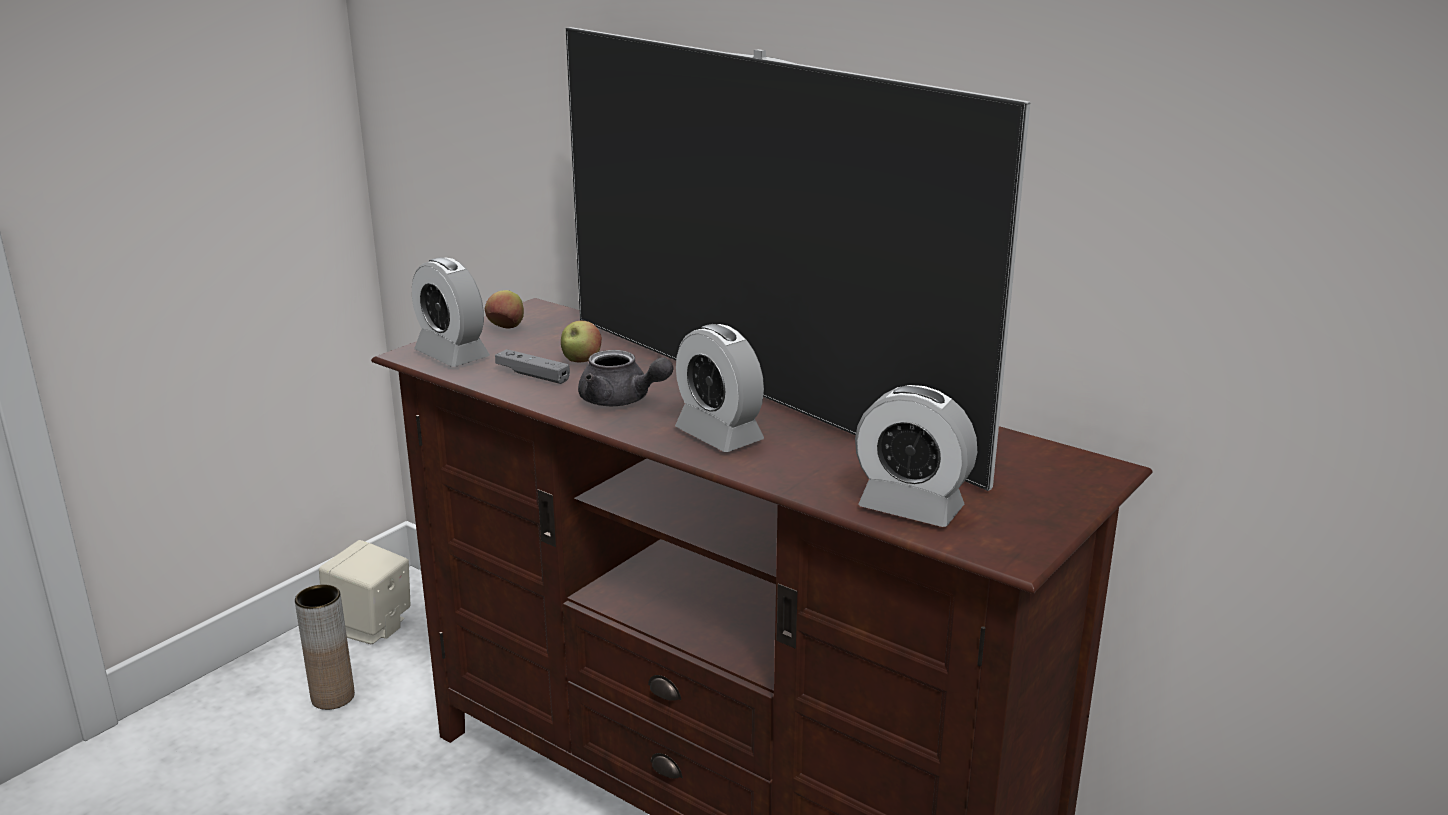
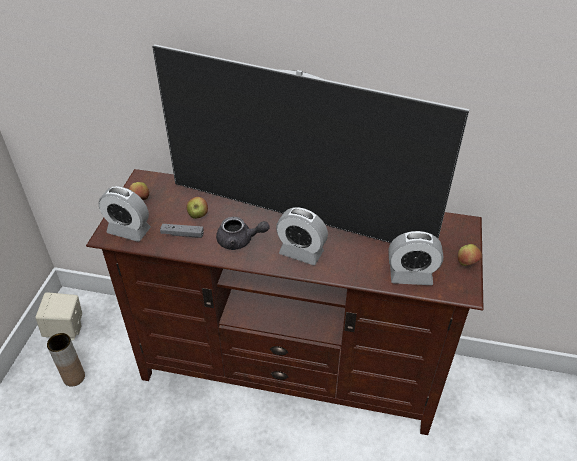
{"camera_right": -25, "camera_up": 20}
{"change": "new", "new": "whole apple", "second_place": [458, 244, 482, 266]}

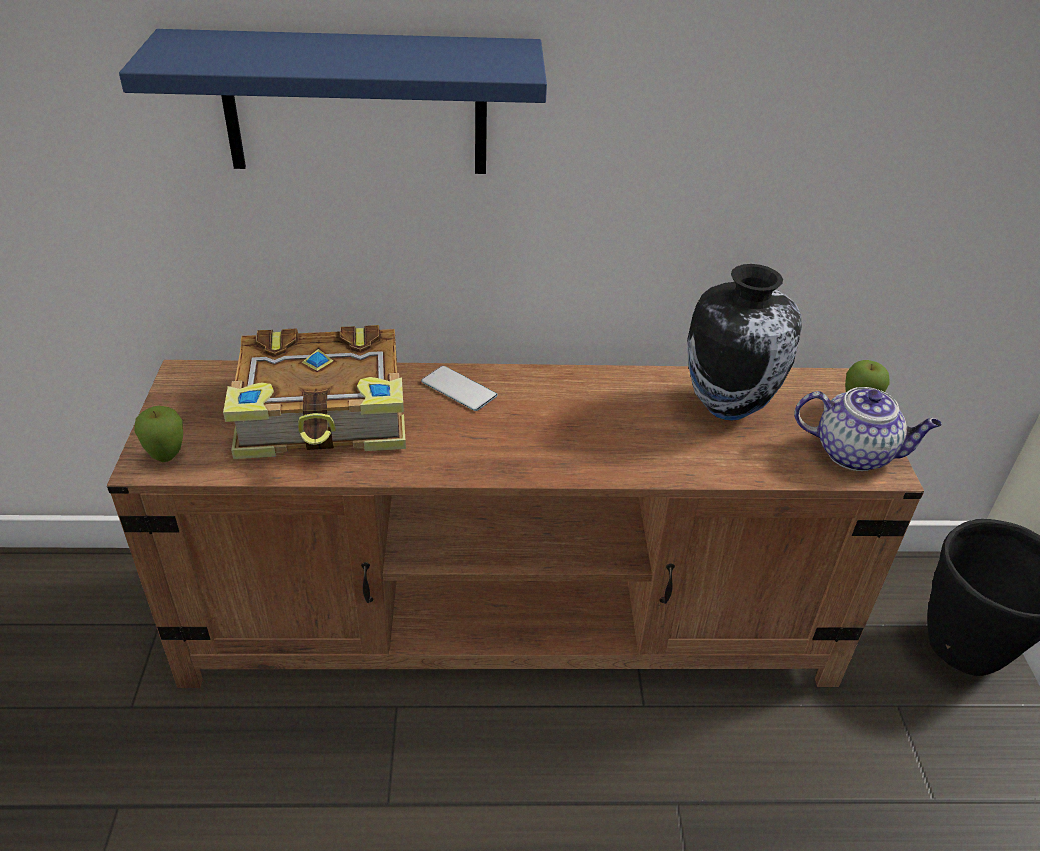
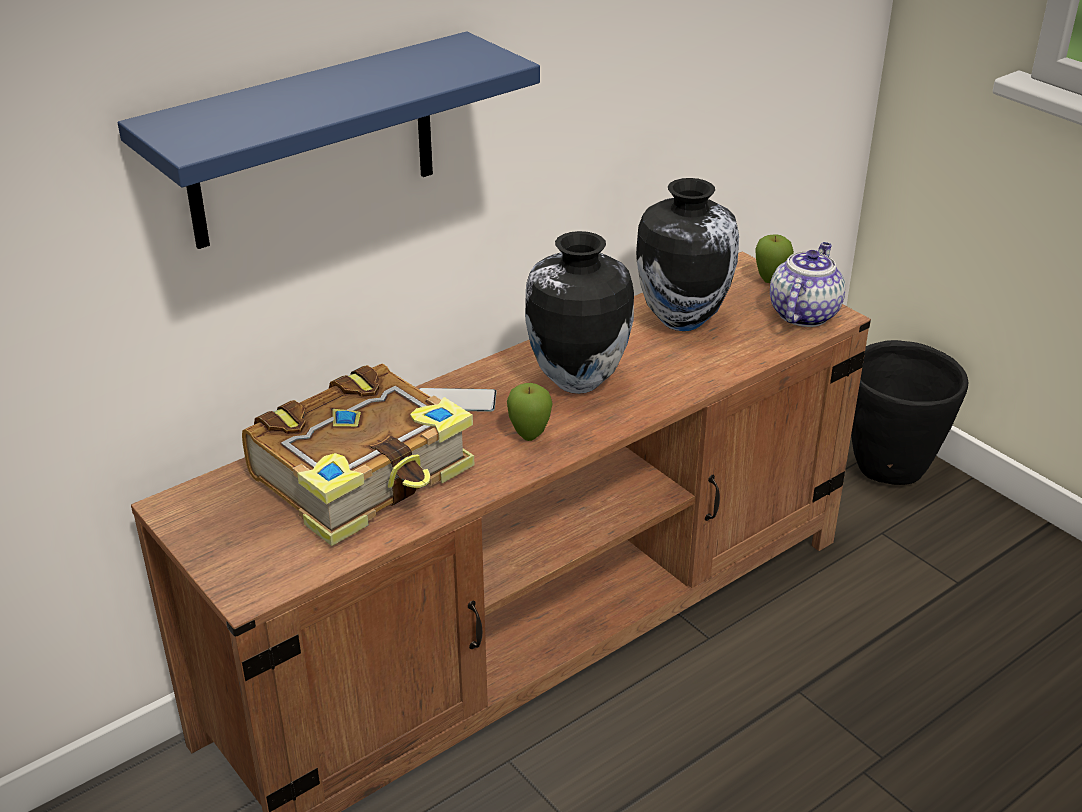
{"camera_right": -35, "camera_up": -5}
{"change": "rotated", "old": "teapot", "first_place": [794, 387, 942, 471], "second_place": [770, 242, 845, 327], "degrees": -45}
{"change": "shifted", "old": "whole apple", "first_place": [135, 406, 183, 462], "second_place": [507, 383, 553, 441]}
{"change": "new", "new": "flower vase", "second_place": [525, 231, 634, 394]}

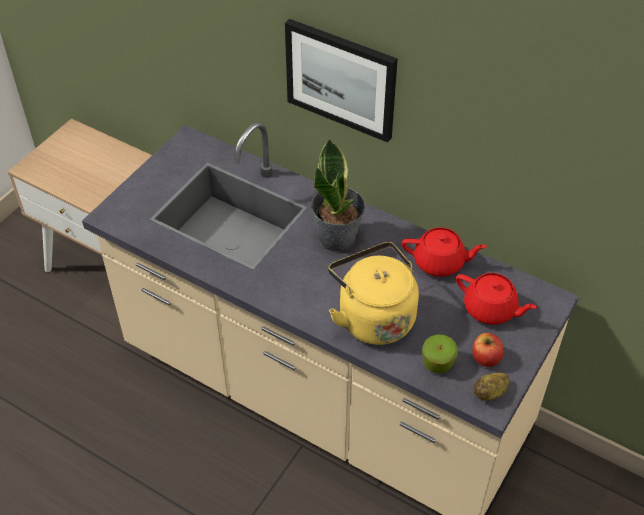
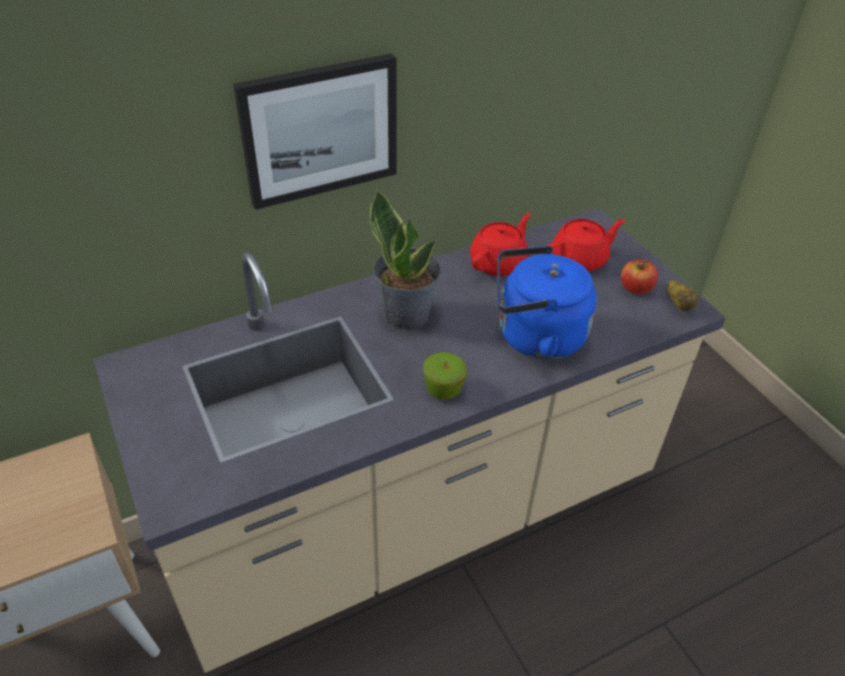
{"camera_right": -60, "camera_up": -5}
{"change": "repainted", "old": "yellowish water kettle", "new": "blue water kettle", "first_place": [328, 242, 419, 345], "second_place": [498, 246, 597, 360]}
{"change": "shifted", "old": "whole apple", "first_place": [422, 334, 458, 373], "second_place": [423, 352, 467, 400]}

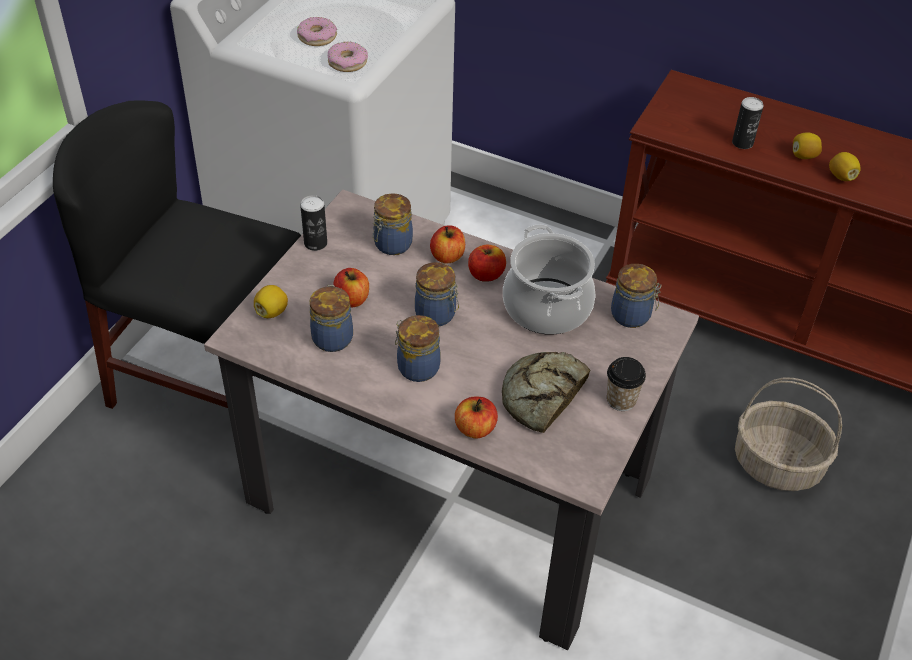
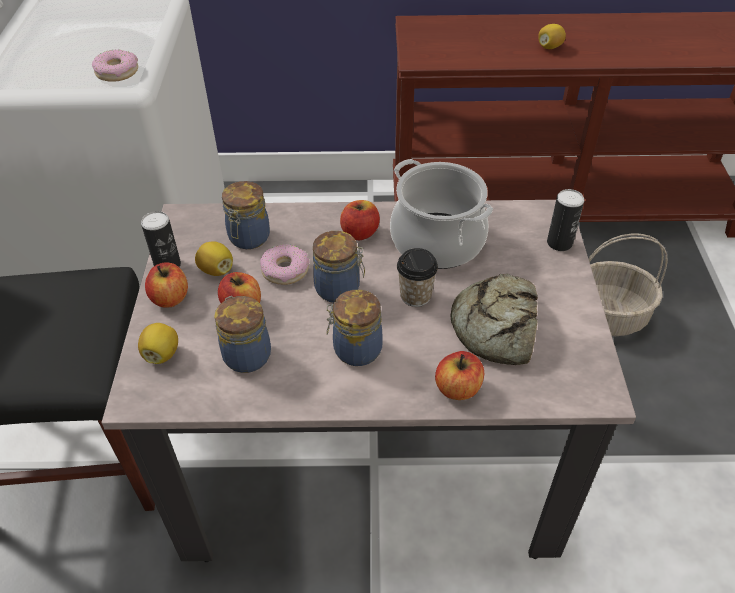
{"camera_right": -25, "camera_up": 0}
{"change": "shifted", "old": "ring doughnut", "first_place": [297, 17, 337, 46], "second_place": [260, 244, 310, 285]}
{"change": "shifted", "old": "sealed can", "first_place": [732, 97, 764, 149], "second_place": [547, 189, 584, 251]}
{"change": "shifted", "old": "lemon", "first_place": [829, 152, 860, 181], "second_place": [195, 241, 233, 276]}
{"change": "shifted", "old": "whole apple", "first_place": [430, 225, 465, 264], "second_place": [145, 262, 188, 308]}
{"change": "gone", "old": "preserve jar", "first_place": [611, 264, 661, 328]}
{"change": "shifted", "old": "drinking cup", "first_place": [607, 357, 646, 411], "second_place": [397, 248, 438, 307]}

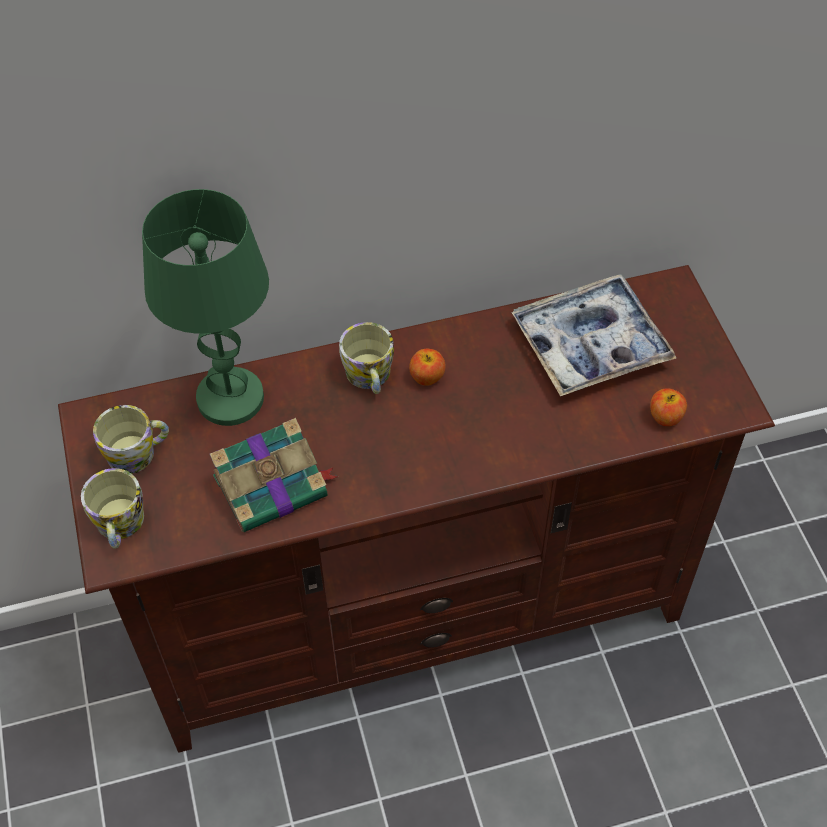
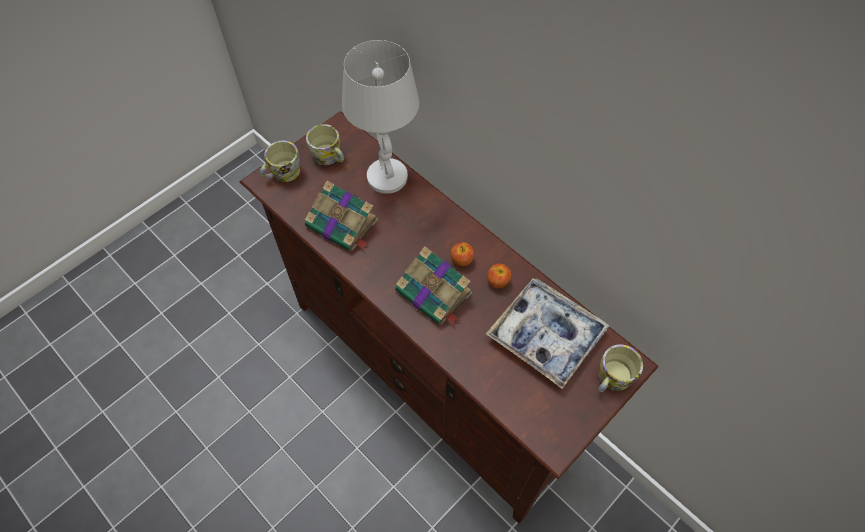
{"camera_right": 60, "camera_up": 5}
{"change": "repainted", "old": "green lamp for a table", "new": "white lamp for a table", "first_place": [142, 189, 269, 426], "second_place": [342, 40, 419, 194]}
{"change": "shifted", "old": "coffee mug", "first_place": [339, 322, 394, 394], "second_place": [598, 344, 643, 392]}
{"change": "shifted", "old": "whole apple", "first_place": [650, 388, 687, 426], "second_place": [487, 264, 511, 289]}
{"change": "new", "new": "book", "second_place": [395, 246, 472, 326]}

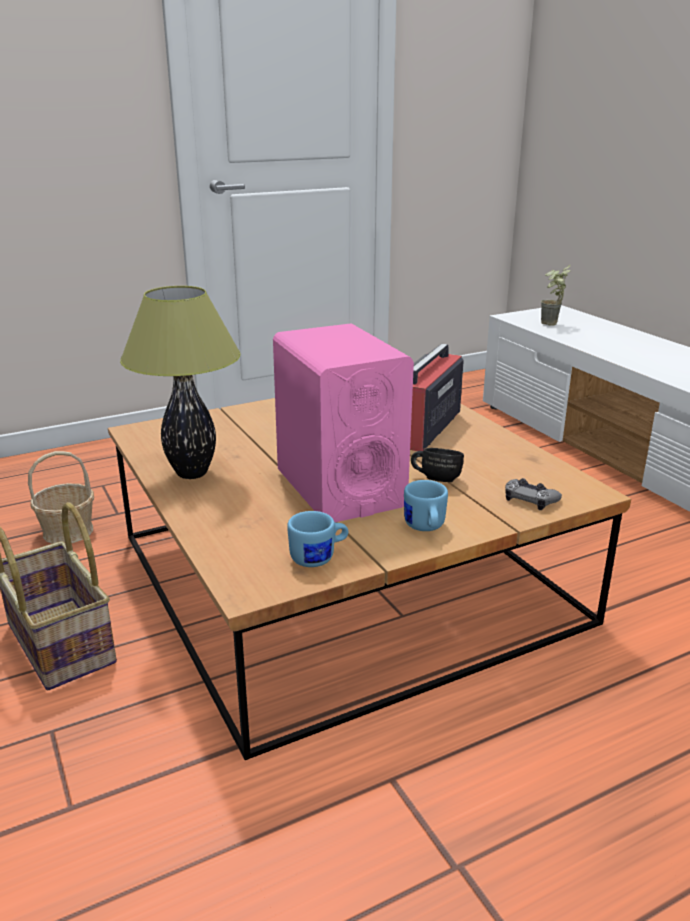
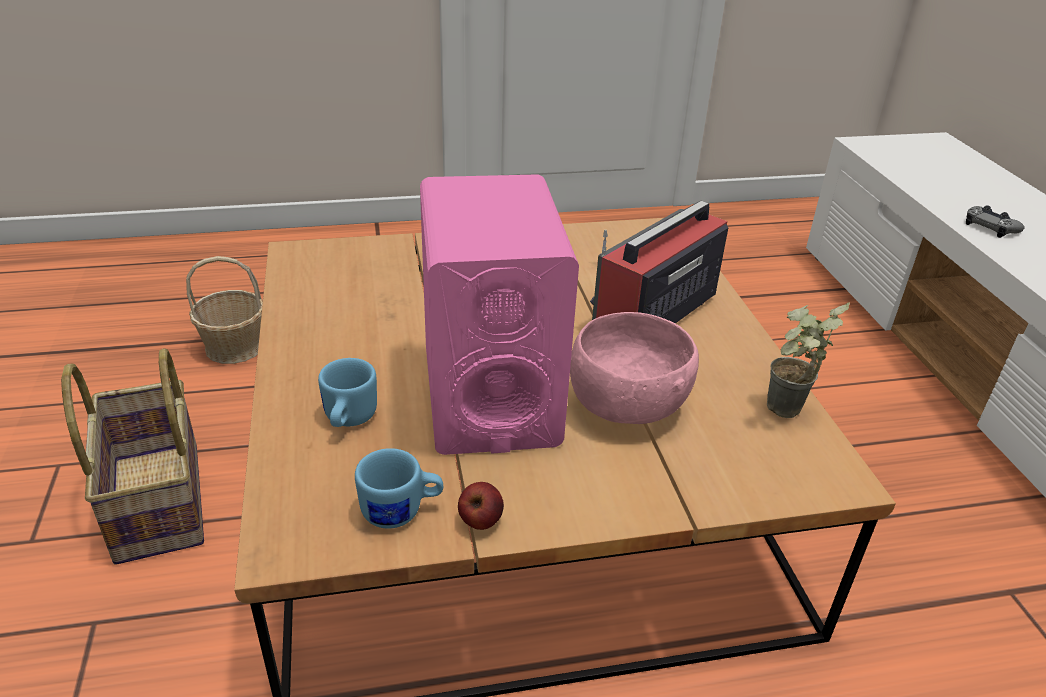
{"camera_right": 15, "camera_up": 10}
{"change": "shifted", "old": "houseplant", "first_place": [541, 265, 571, 326], "second_place": [767, 302, 850, 418]}
{"change": "gone", "old": "lamp for a table", "first_place": [120, 286, 241, 479]}
{"change": "swapped", "old": "black coffee mug", "new": "pink bowl", "first_place": [411, 448, 464, 482], "second_place": [570, 312, 699, 424]}
{"change": "shifted", "old": "grey game controller", "first_place": [505, 478, 562, 510], "second_place": [966, 205, 1025, 238]}
{"change": "shifted", "old": "blue coffee mug", "first_place": [404, 480, 448, 531], "second_place": [318, 358, 377, 427]}
{"change": "new", "new": "whole apple", "second_place": [458, 482, 504, 530]}

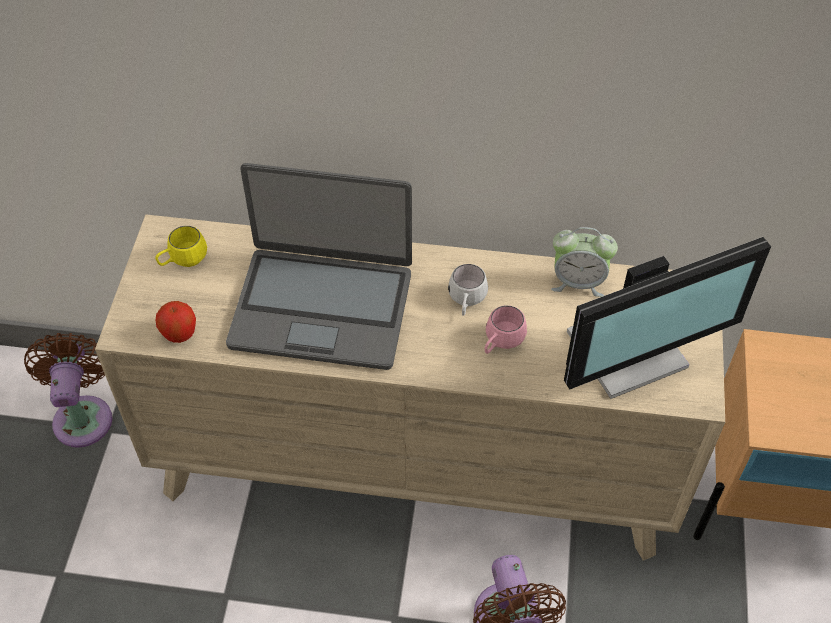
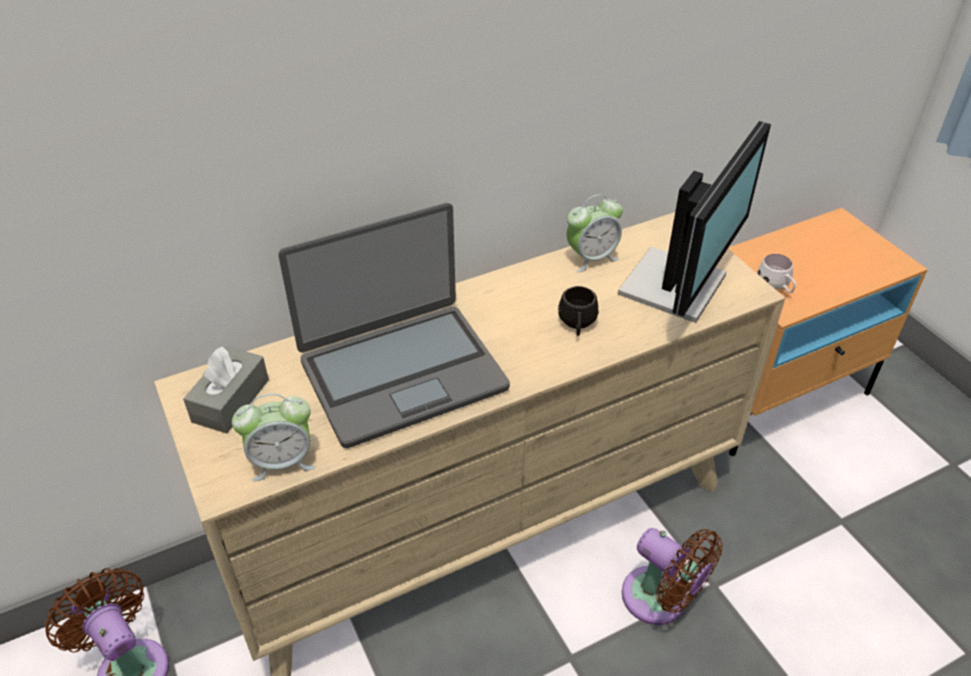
{"camera_right": -35, "camera_up": -10}
{"change": "swapped", "old": "yellowish coffee mug", "new": "grey box of tissues", "first_place": [155, 226, 207, 267], "second_place": [183, 346, 269, 434]}
{"change": "shifted", "old": "white coffee mug", "first_place": [448, 264, 488, 316], "second_place": [757, 254, 796, 293]}
{"change": "swapped", "old": "whole apple", "new": "alarm clock", "first_place": [156, 301, 196, 343], "second_place": [232, 393, 316, 481]}
{"change": "repainted", "old": "pink coffee mug", "new": "black coffee mug", "first_place": [485, 305, 527, 354], "second_place": [558, 286, 599, 336]}

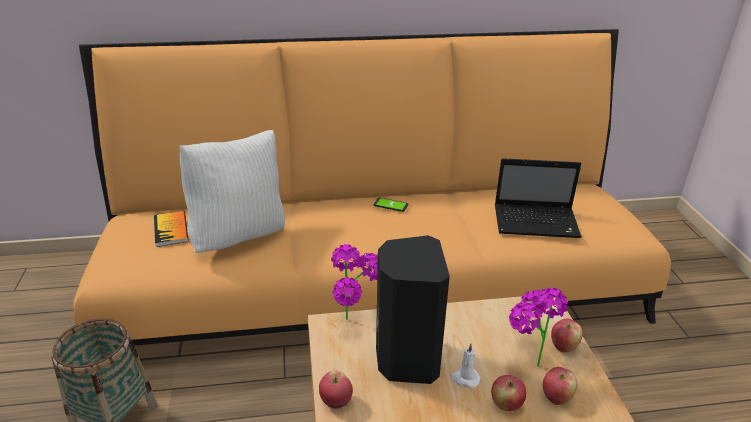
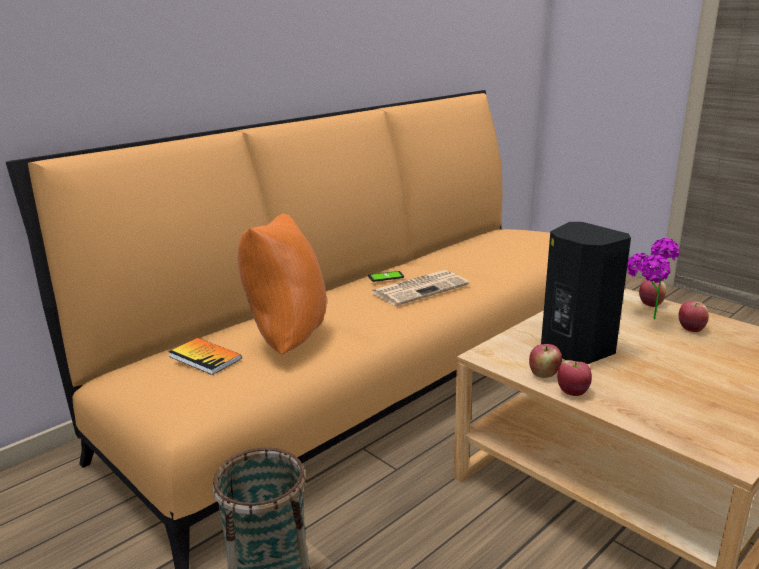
{"camera_right": -35, "camera_up": -10}
{"change": "repainted", "old": "white throw pillow", "new": "orange-coloured throw pillow", "first_place": [180, 130, 285, 253], "second_place": [237, 214, 327, 355]}
{"change": "gone", "old": "laptop", "first_place": [495, 158, 582, 238]}
{"change": "gone", "old": "houseplant", "first_place": [331, 244, 378, 320]}
{"change": "gone", "old": "white wax light", "first_place": [450, 343, 481, 388]}
{"change": "shifted", "old": "whole apple", "first_place": [491, 375, 526, 411], "second_place": [529, 344, 562, 378]}
{"change": "new", "new": "daily paper", "second_place": [371, 270, 469, 306]}

